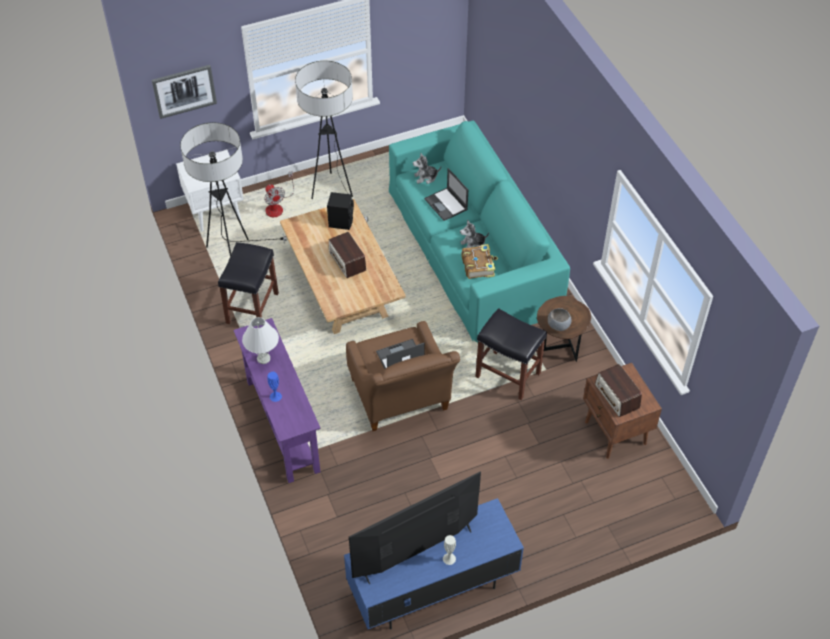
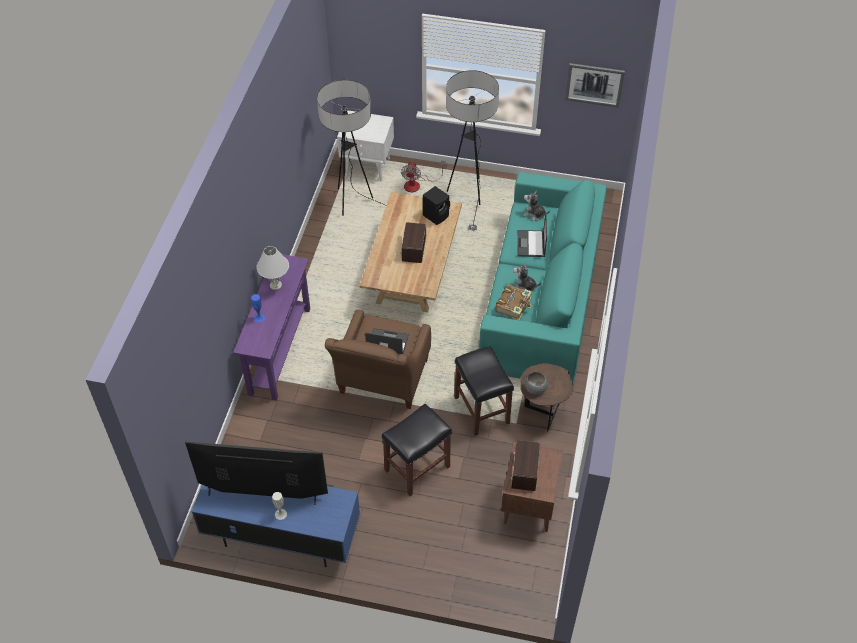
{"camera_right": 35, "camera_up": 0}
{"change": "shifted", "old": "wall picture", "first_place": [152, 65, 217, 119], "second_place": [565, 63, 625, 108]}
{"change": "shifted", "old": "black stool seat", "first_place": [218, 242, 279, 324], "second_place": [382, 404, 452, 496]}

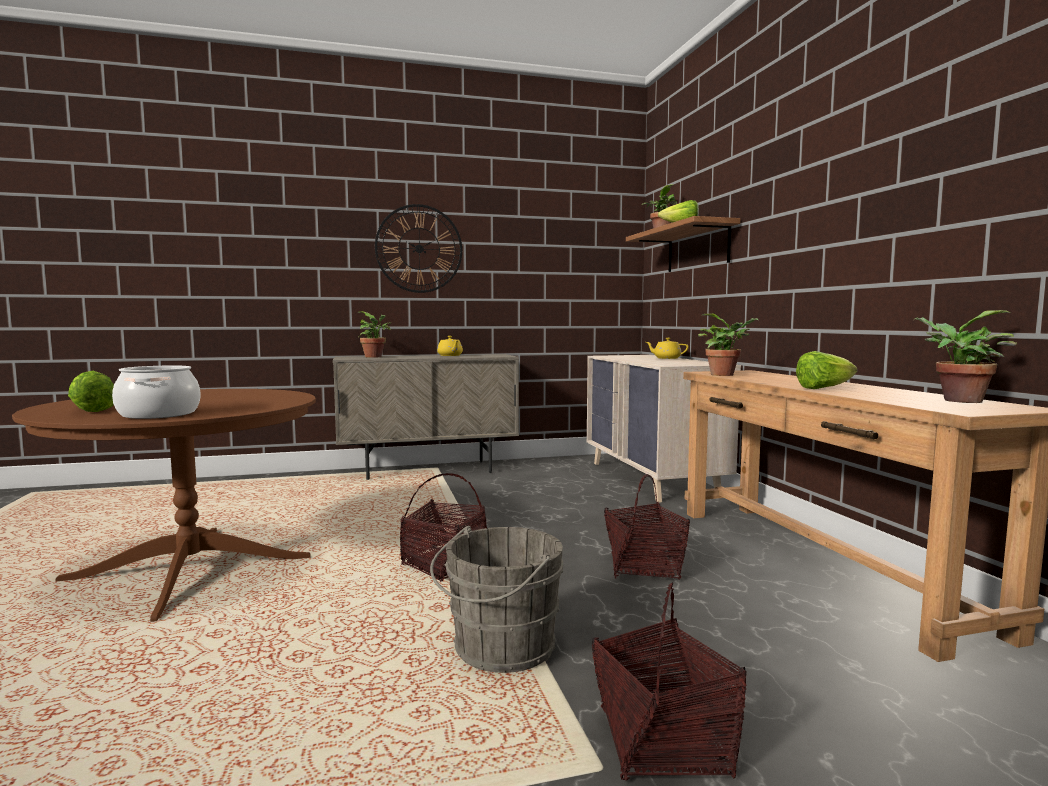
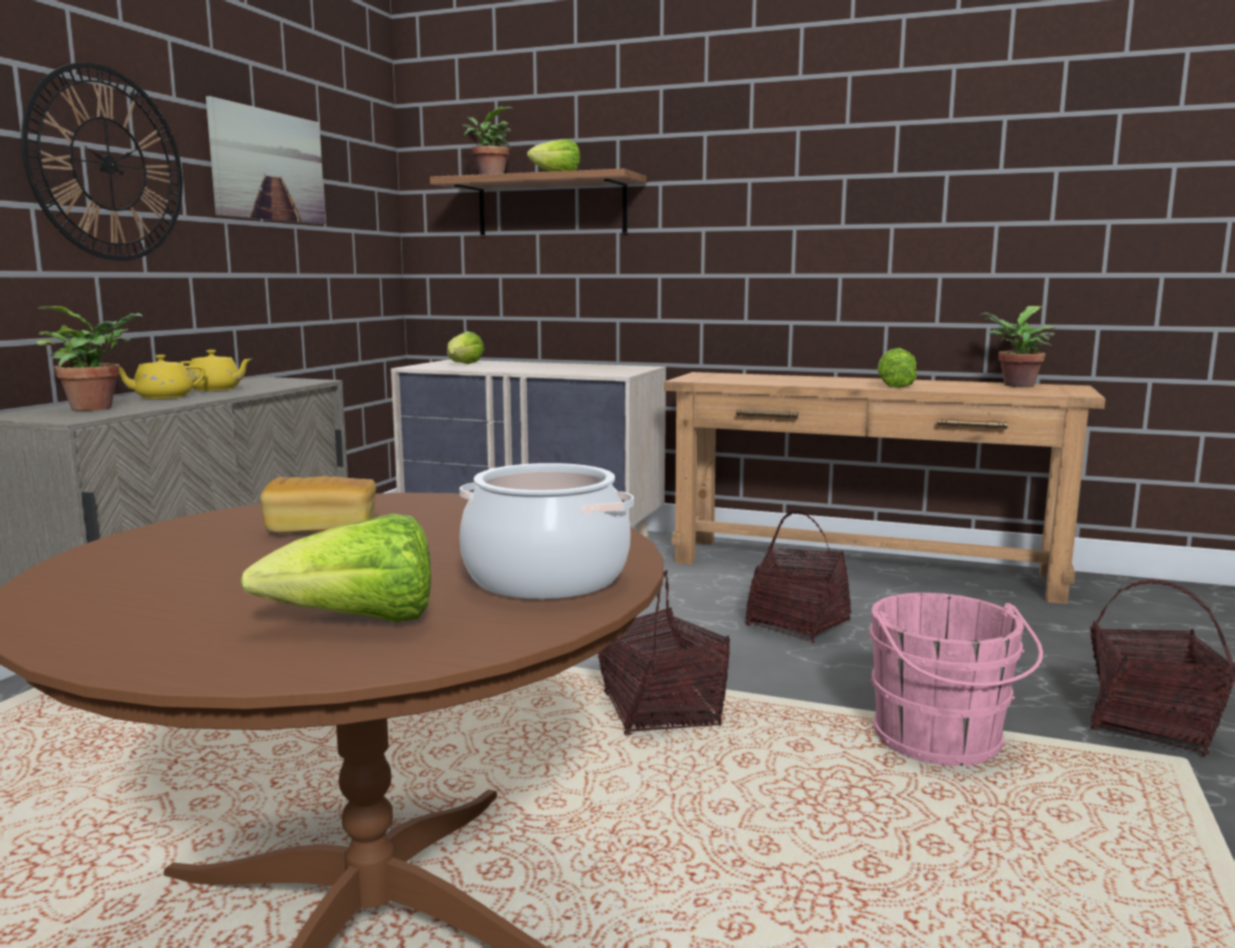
{"camera_right": -55, "camera_up": 5}
{"change": "gone", "old": "houseplant", "first_place": [698, 314, 758, 376]}
{"change": "shifted", "old": "yellowish teapot", "first_place": [646, 338, 689, 359], "second_place": [119, 355, 205, 399]}
{"change": "repainted", "old": "grey pail", "new": "pink pail", "first_place": [430, 526, 563, 673], "second_place": [868, 593, 1043, 766]}
{"change": "new", "new": "wall picture", "second_place": [206, 96, 326, 224]}
{"change": "new", "new": "lettuce head", "second_place": [447, 331, 484, 364]}
{"change": "new", "new": "bakery bread", "second_place": [260, 476, 376, 533]}

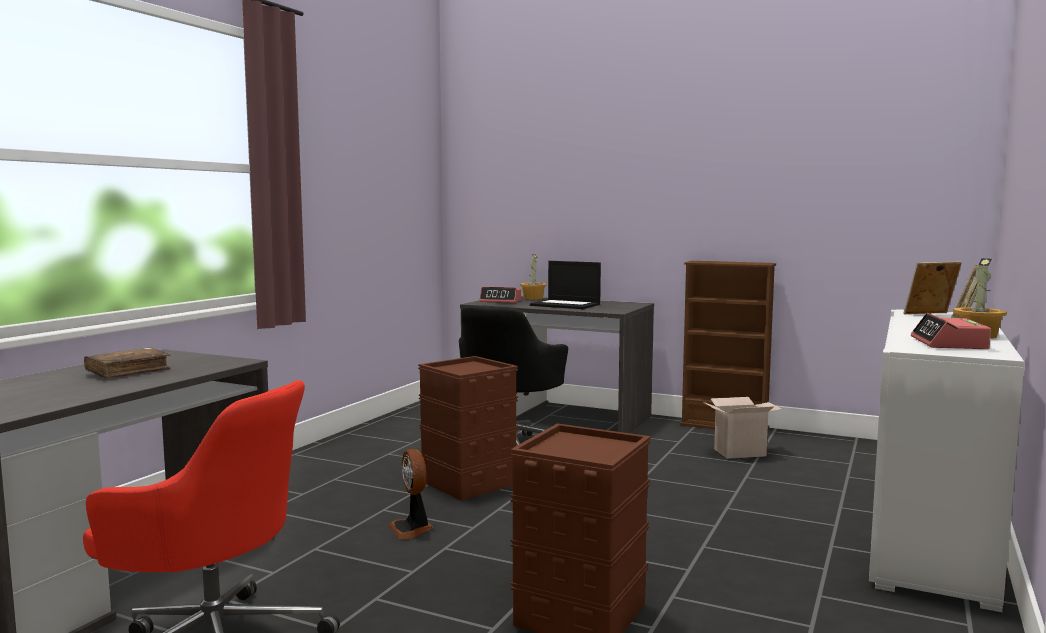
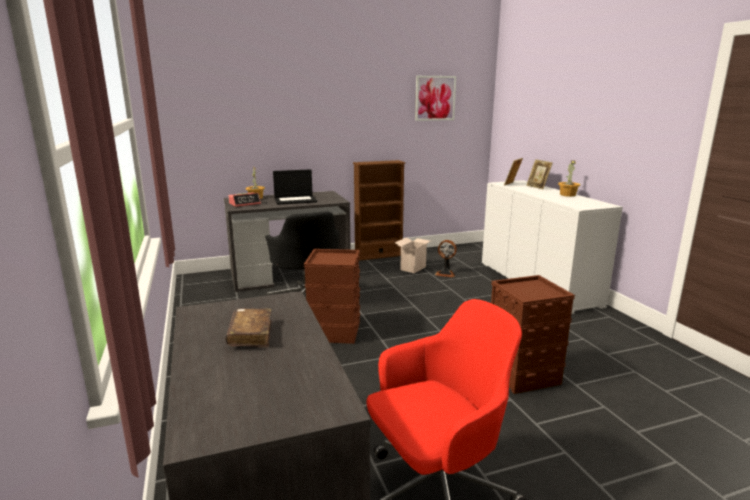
{"camera_right": -45, "camera_up": 10}
{"change": "gone", "old": "alarm clock", "first_place": [911, 313, 991, 349]}
{"change": "shifted", "old": "electric fan", "first_place": [389, 449, 433, 539], "second_place": [435, 240, 457, 277]}
{"change": "new", "new": "wall picture", "second_place": [415, 76, 456, 121]}

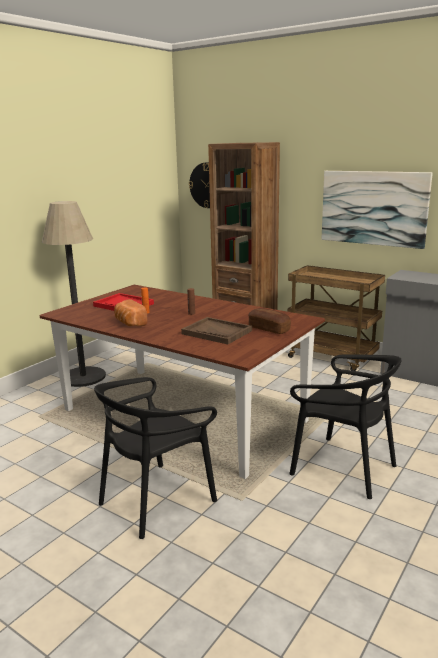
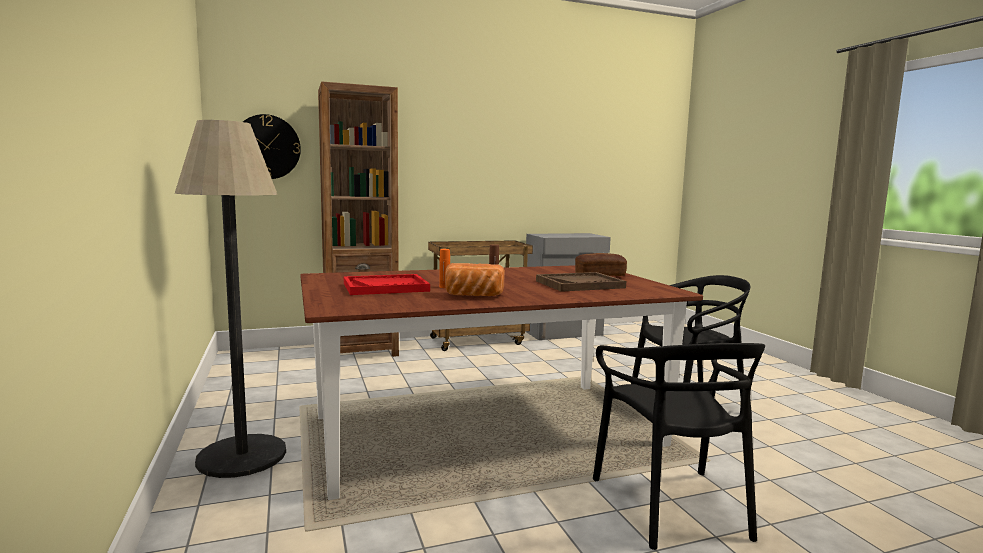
{"camera_right": -55, "camera_up": -10}
{"change": "gone", "old": "wall picture", "first_place": [321, 171, 433, 249]}

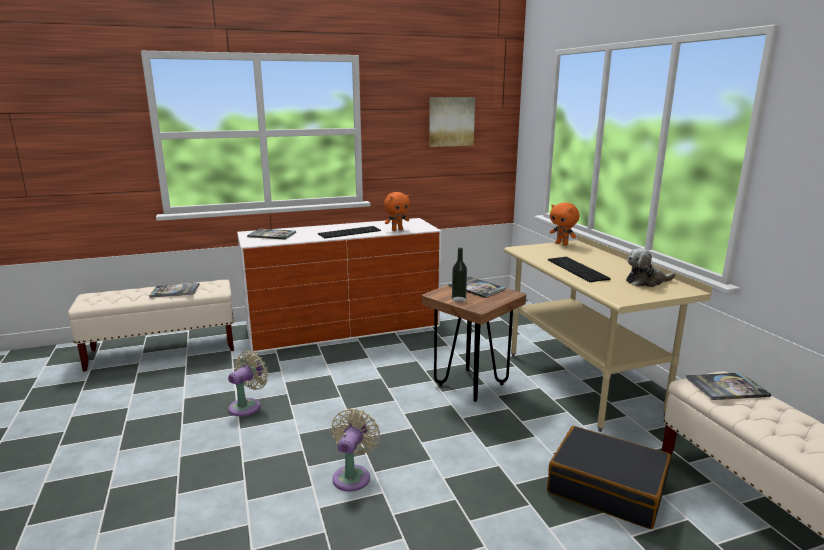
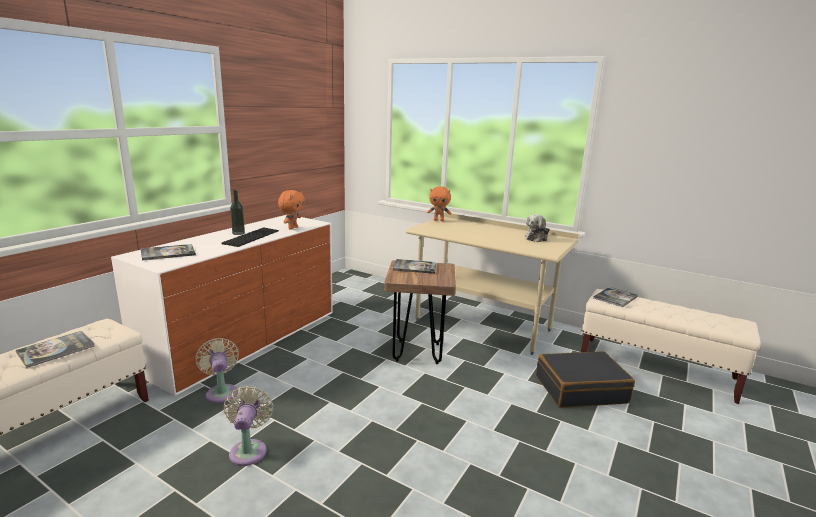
{"camera_right": -40, "camera_up": 0}
{"change": "gone", "old": "wall picture", "first_place": [429, 97, 475, 147]}
{"change": "shifted", "old": "drink bottle", "first_place": [452, 248, 467, 302], "second_place": [230, 190, 245, 235]}
{"change": "gone", "old": "keyboard", "first_place": [548, 257, 611, 282]}
{"change": "shifted", "old": "beige electric fan", "first_place": [331, 408, 380, 491], "second_place": [196, 338, 239, 403]}

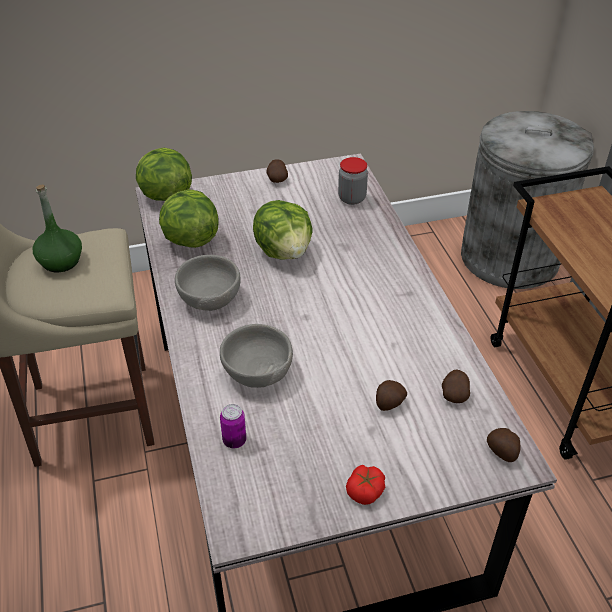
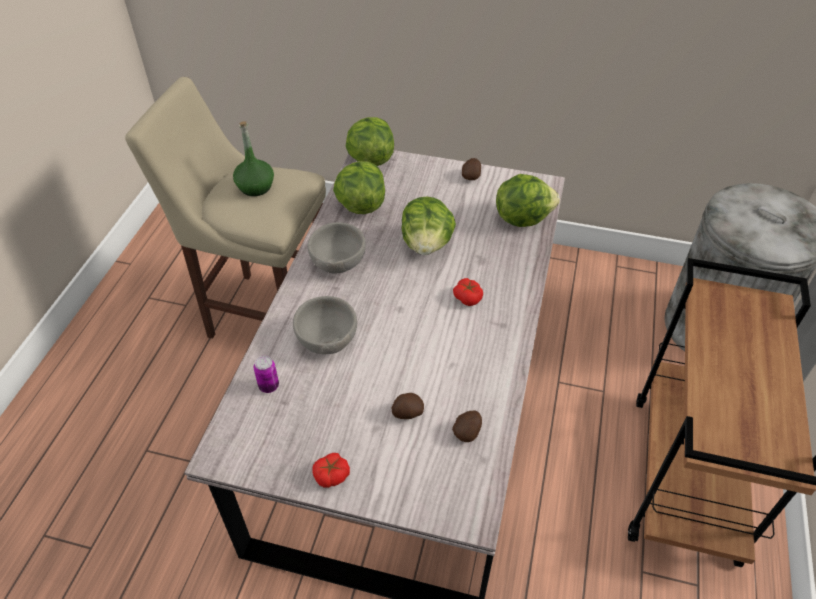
{"camera_right": 30, "camera_up": 5}
{"change": "swapped", "old": "preserve jar", "new": "lettuce head", "first_place": [338, 157, 368, 205], "second_place": [496, 174, 560, 227]}
{"change": "gone", "old": "spud", "first_place": [487, 428, 521, 462]}
{"change": "new", "new": "tomato", "second_place": [453, 278, 483, 306]}

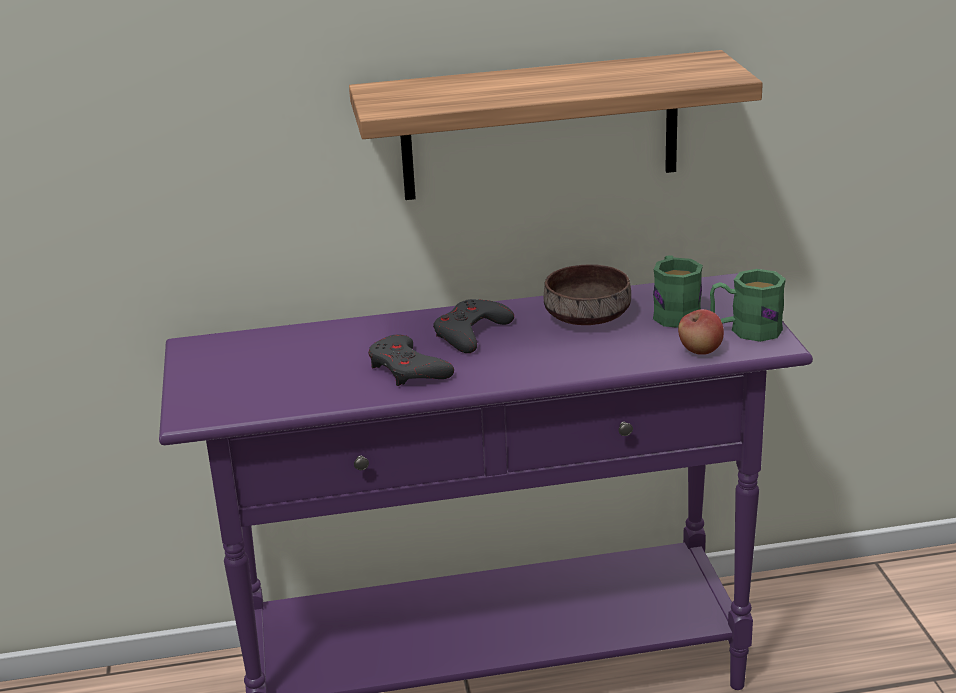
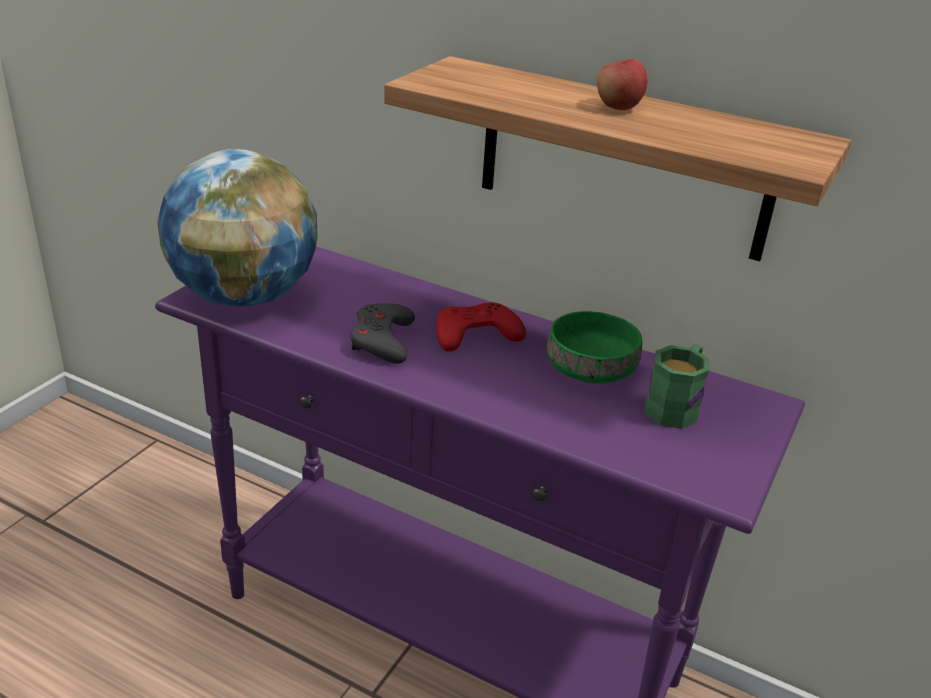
{"camera_right": 35, "camera_up": 5}
{"change": "repainted", "old": "brownish bowl", "new": "green bowl", "first_place": [543, 264, 631, 325], "second_place": [547, 311, 642, 383]}
{"change": "gone", "old": "green coffee mug", "first_place": [710, 269, 786, 342]}
{"change": "repainted", "old": "grey game controller", "new": "reddish game controller", "first_place": [433, 299, 514, 353], "second_place": [437, 302, 526, 351]}
{"change": "shifted", "old": "whole apple", "first_place": [678, 309, 724, 355], "second_place": [597, 59, 647, 110]}
{"change": "new", "new": "globe", "second_place": [157, 149, 318, 306]}

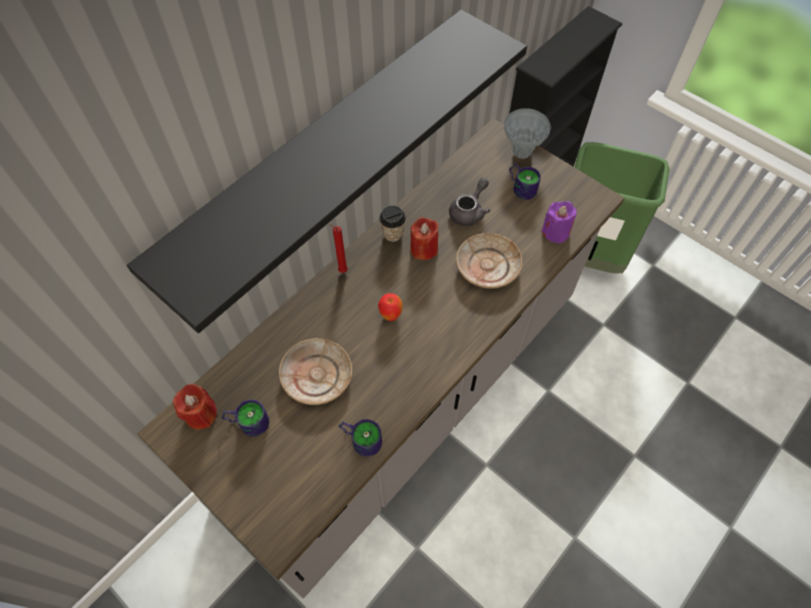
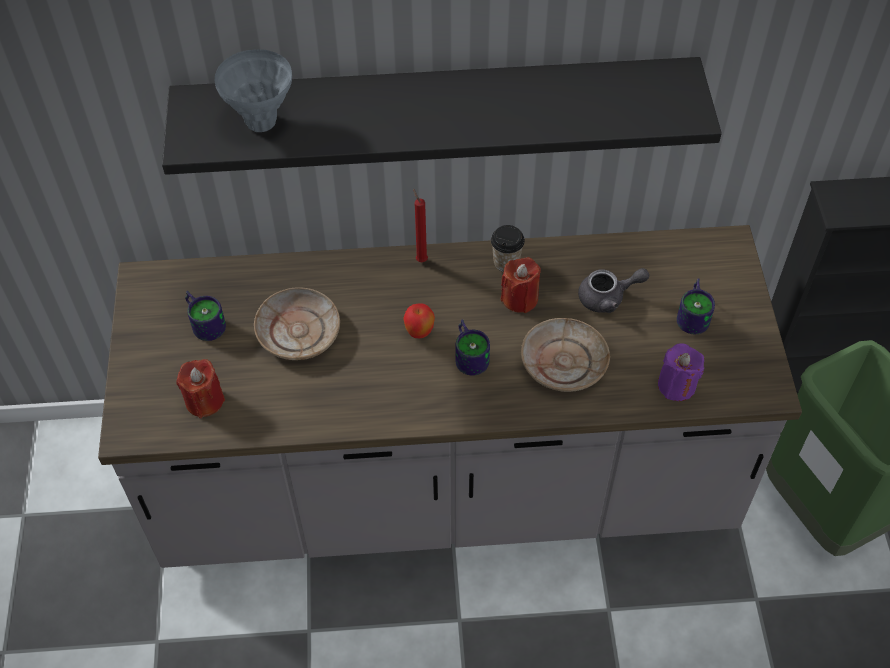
{"camera_right": 45, "camera_up": -5}
{"change": "shifted", "old": "grey flower vase", "first_place": [504, 108, 551, 159], "second_place": [215, 49, 292, 132]}
{"change": "shifted", "old": "reddish wax light", "first_place": [173, 384, 217, 429], "second_place": [176, 359, 225, 418]}
{"change": "shifted", "old": "coffee mug", "first_place": [339, 419, 382, 457], "second_place": [456, 319, 490, 376]}

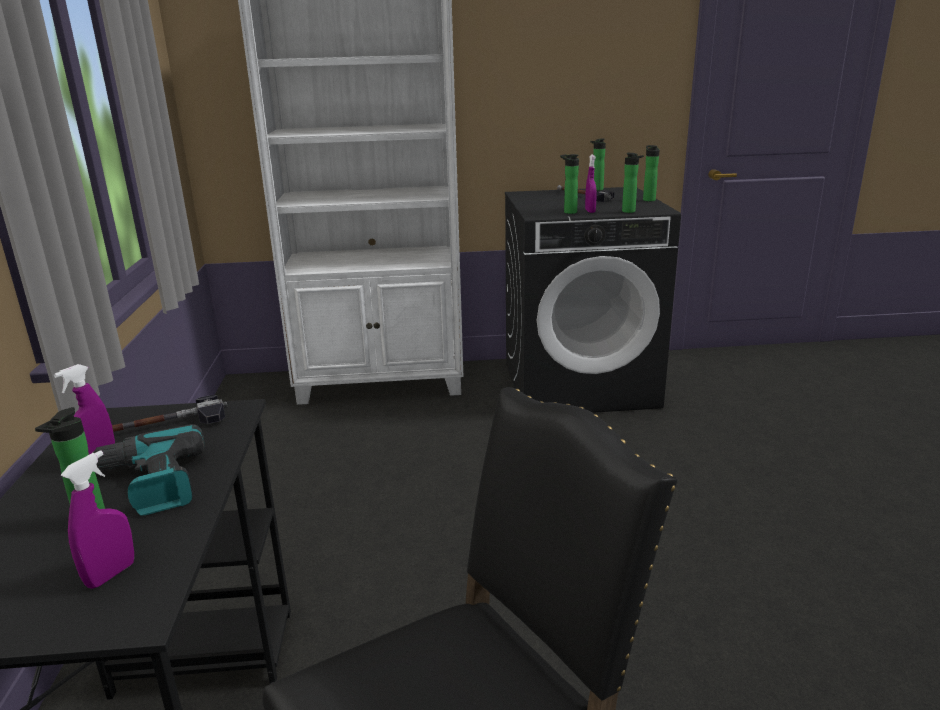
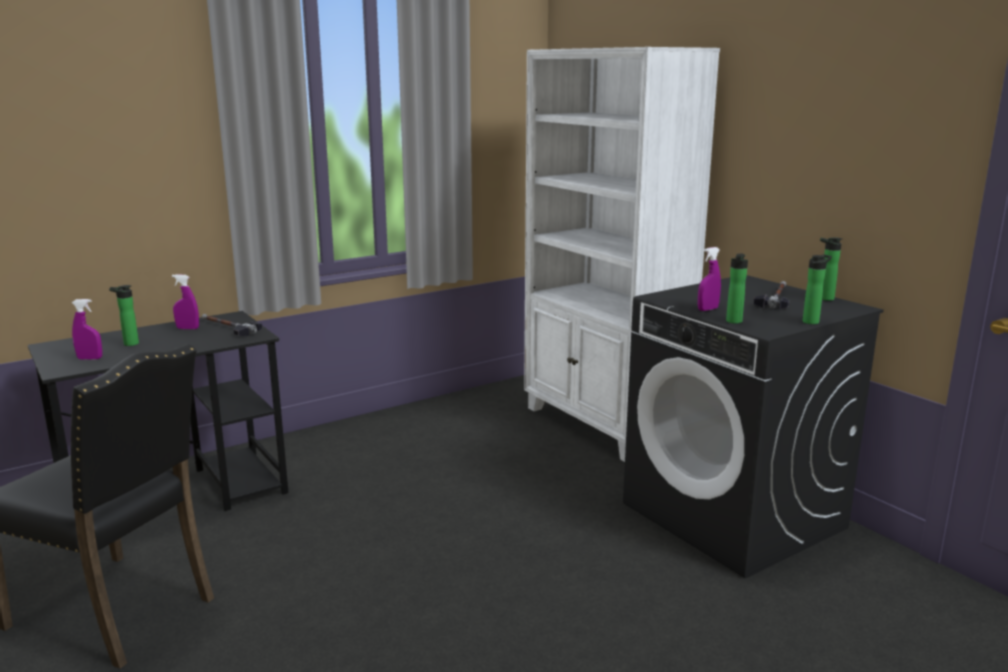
{"camera_right": 60, "camera_up": -5}
{"change": "gone", "old": "drink bottle", "first_place": [560, 154, 579, 214]}
{"change": "gone", "old": "drill", "first_place": [93, 424, 204, 516]}

